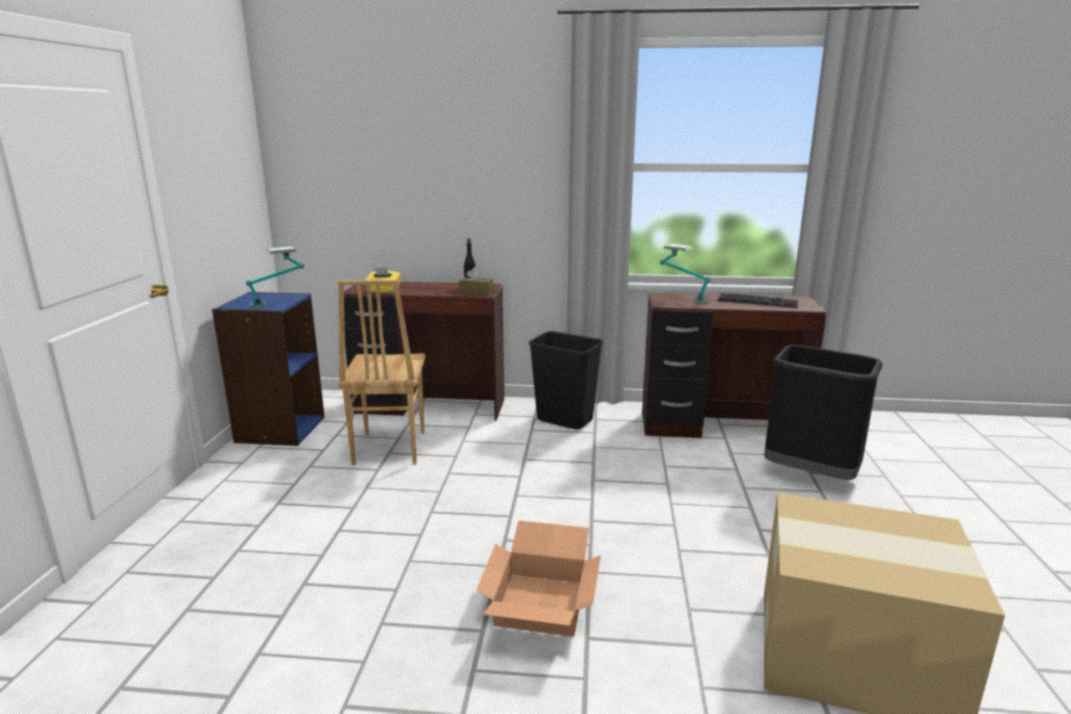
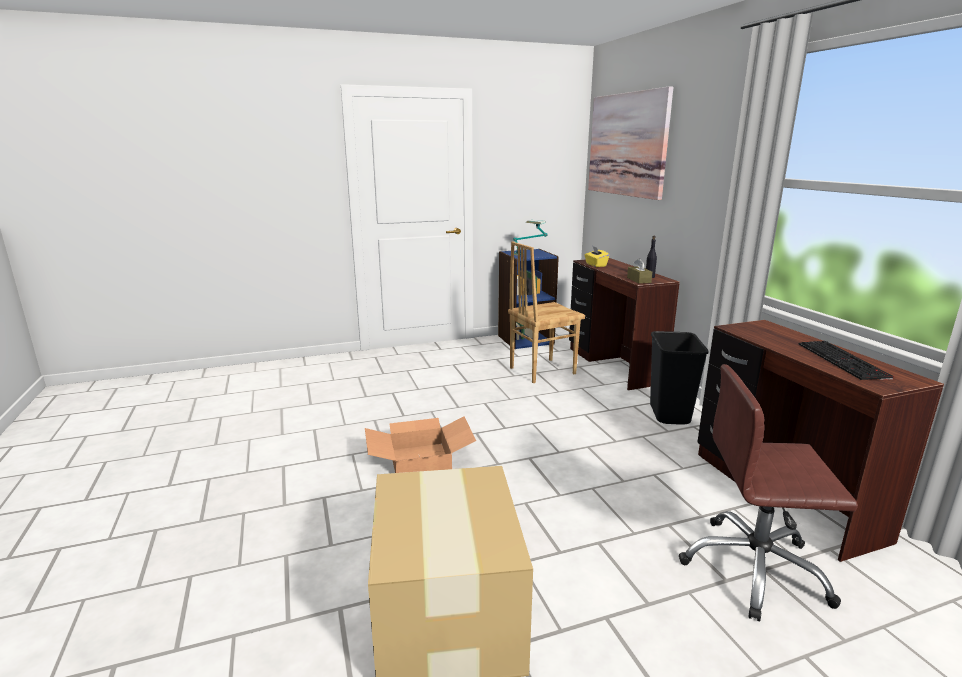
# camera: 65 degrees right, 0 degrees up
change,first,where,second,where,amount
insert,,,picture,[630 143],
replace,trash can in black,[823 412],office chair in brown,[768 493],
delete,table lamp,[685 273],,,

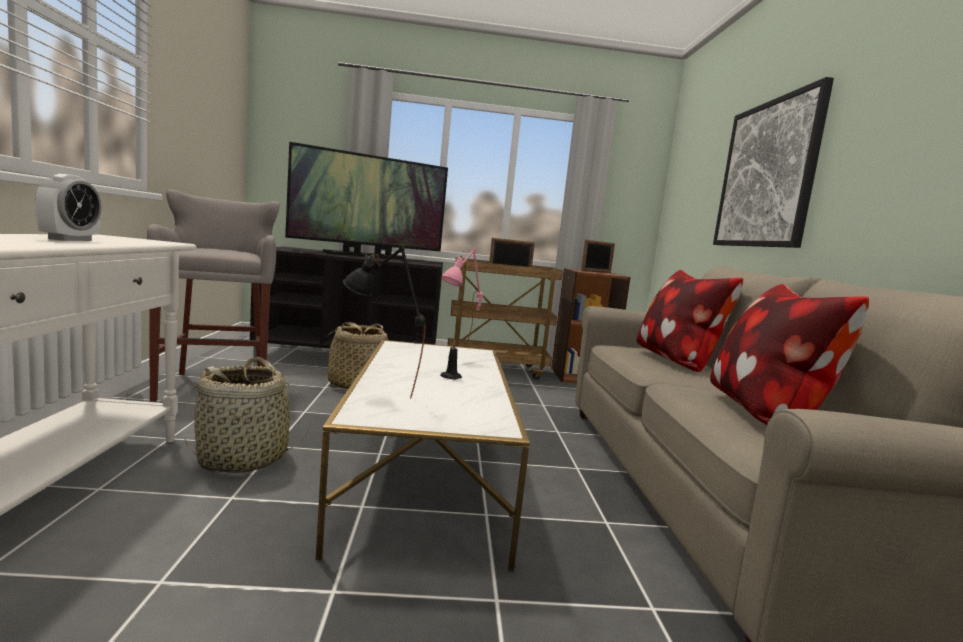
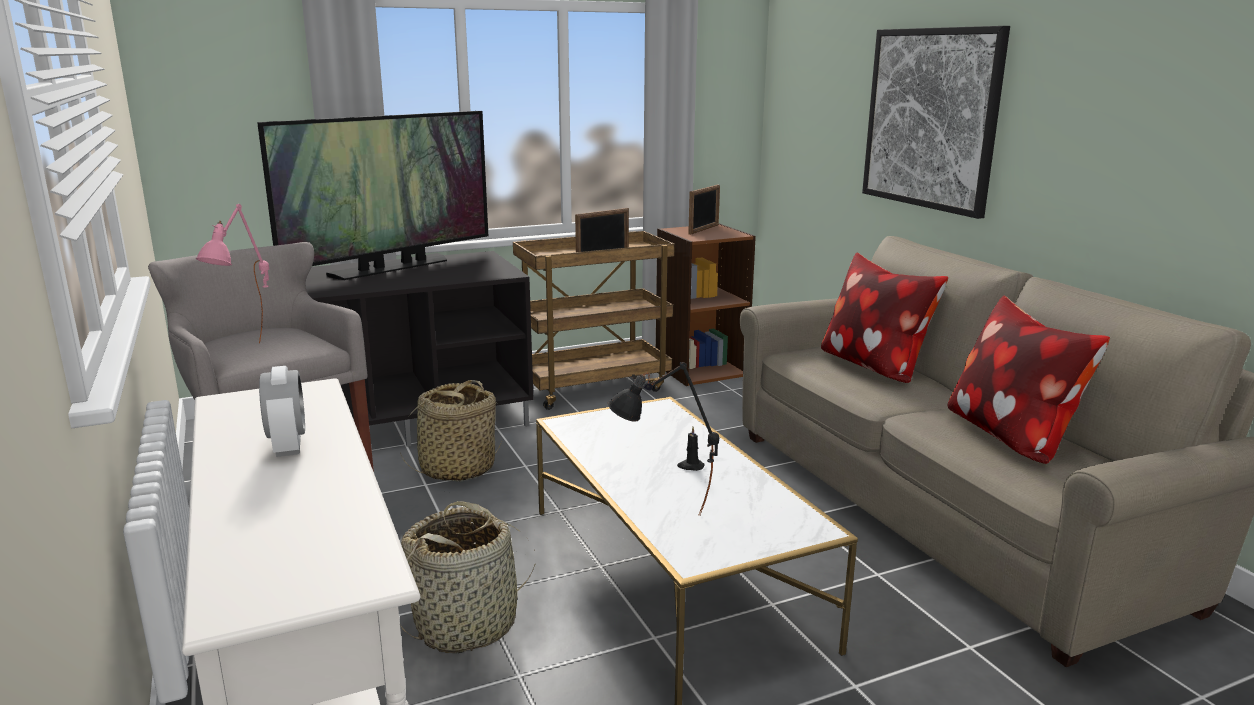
# camera: 20 degrees left, 10 degrees up
change,first,where,second,where,amount
move,table lamp in pink,[462 298],,[232 273],

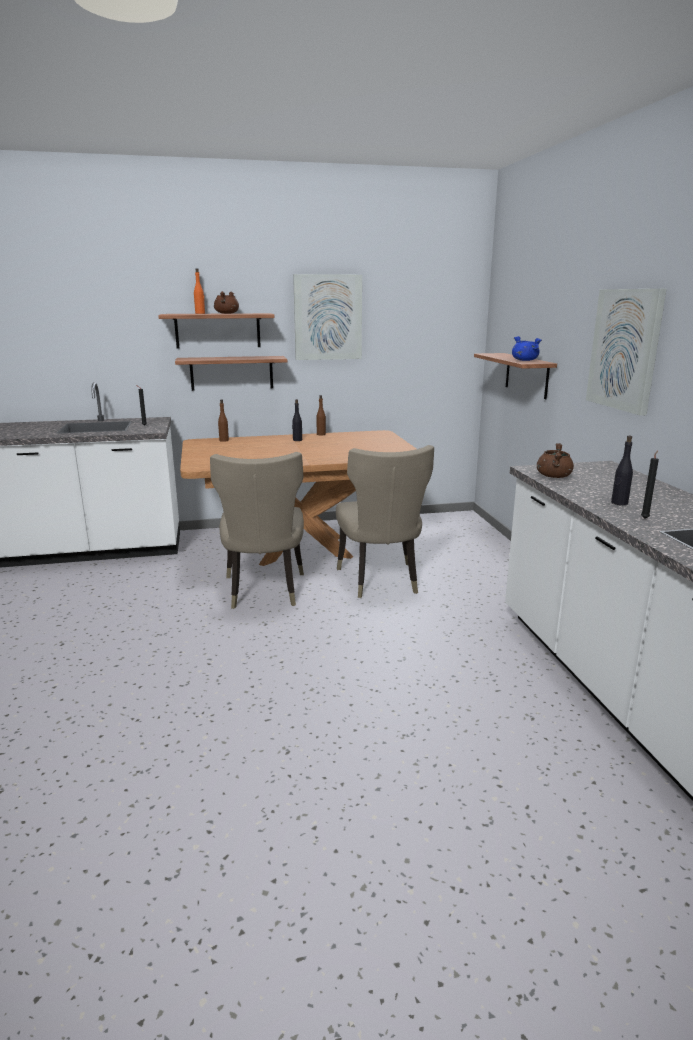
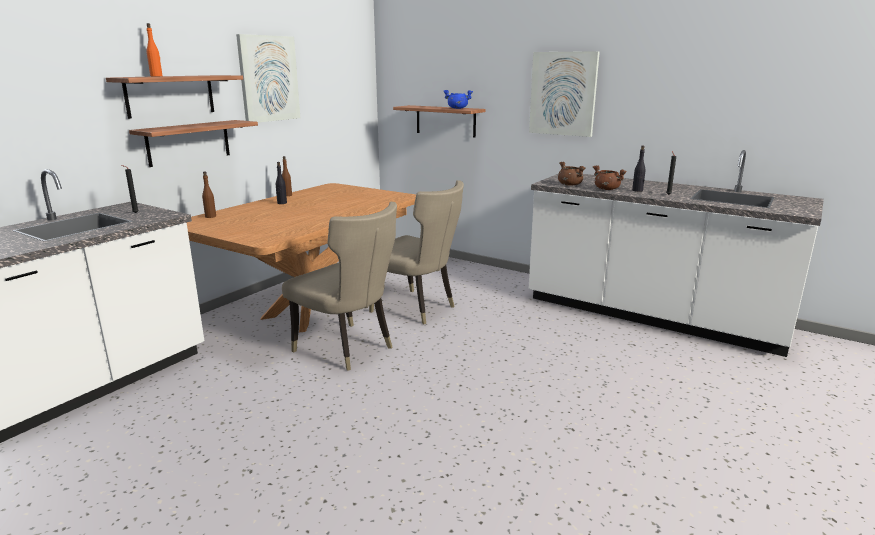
# camera: 45 degrees left, 0 degrees up
change,first,where,second,where,amount
move,cooking pot in brown,[226 302],,[610 177],

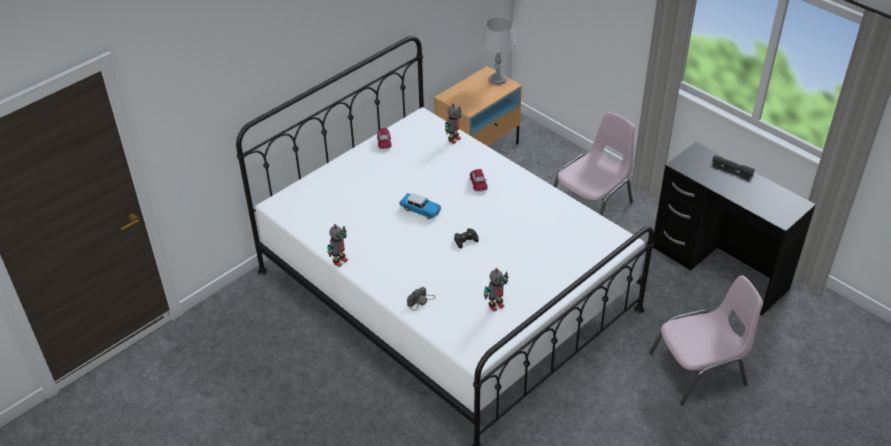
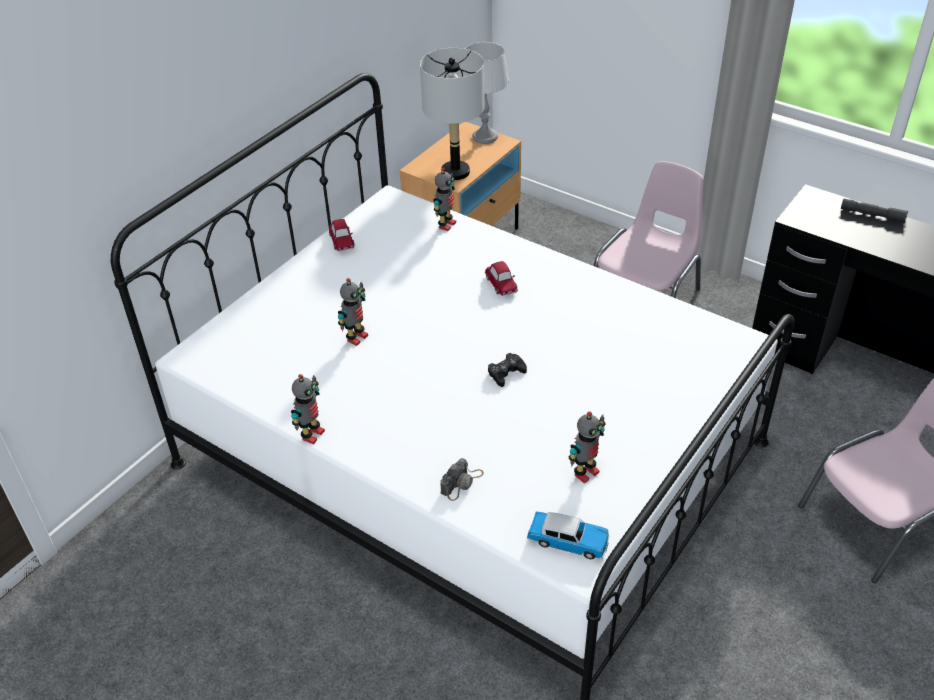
# camera: 10 degrees left, 0 degrees up
change,first,where,second,where,amount
insert,,,toy robot,[353 312],
insert,,,table lamp in grey,[452 114],
move,toy car,[420 206],,[568 535],

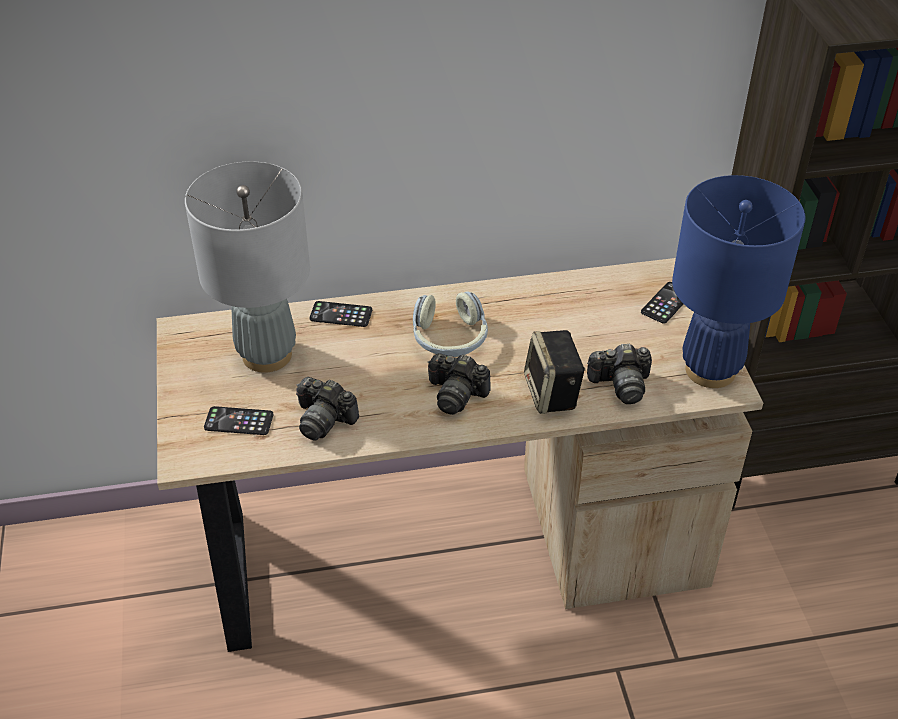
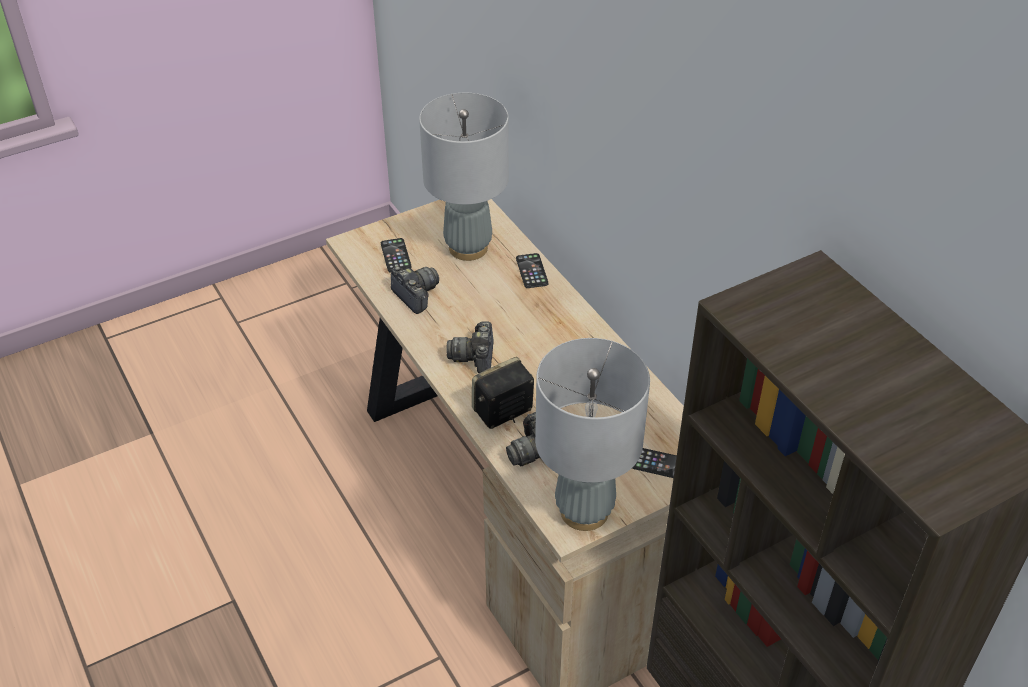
# camera: 70 degrees right, 0 degrees up
change,first,where,second,where,amount
rotate,photo camera,[327 408],,[415 290],135 degrees clockwise
recolor,table lamp in blue,[739 281],table lamp in grey,[592 434],
delete,headphones,[450 324],,,

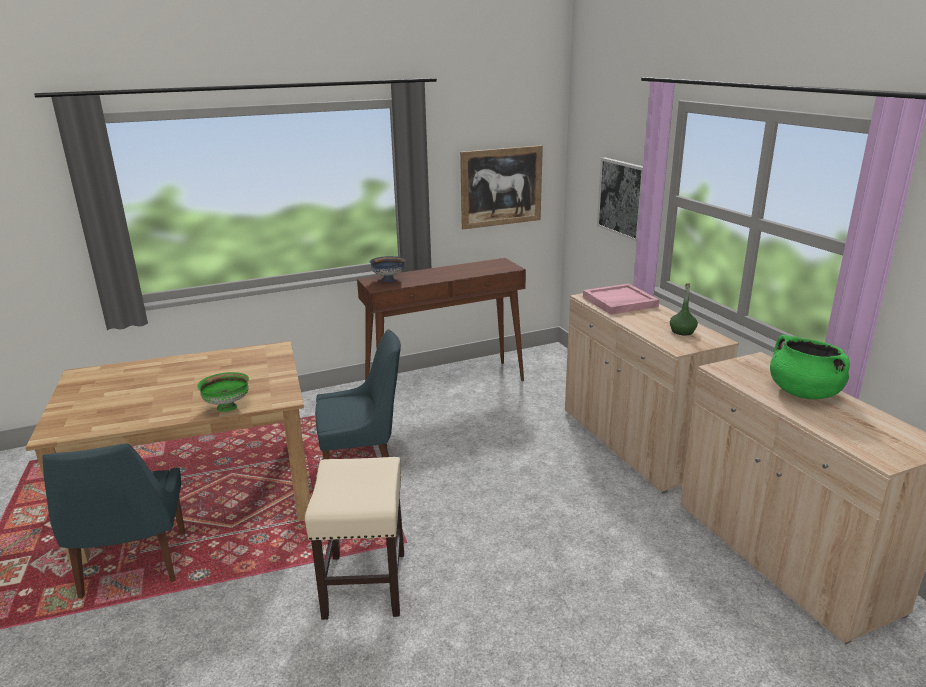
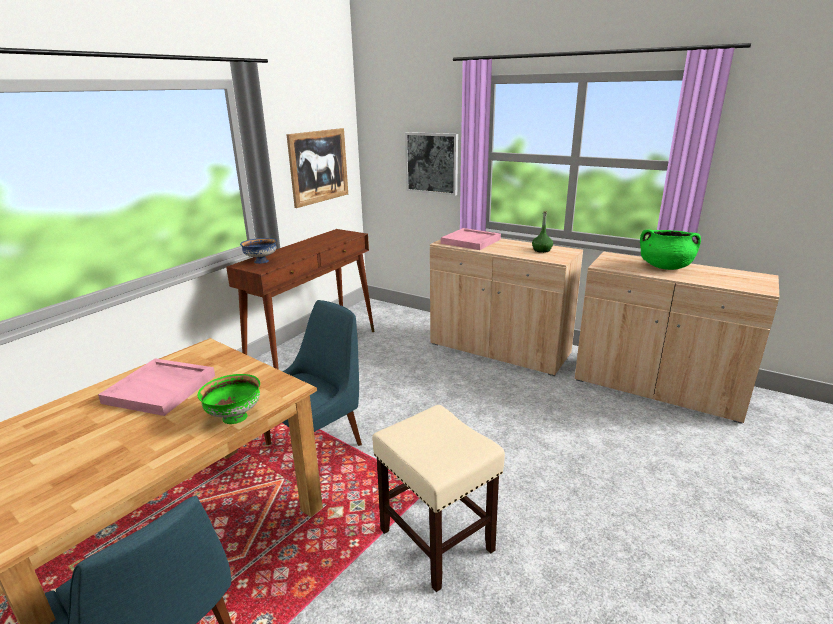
# camera: 35 degrees left, 0 degrees up
change,first,where,second,where,amount
insert,,,tray in pink,[156 387],

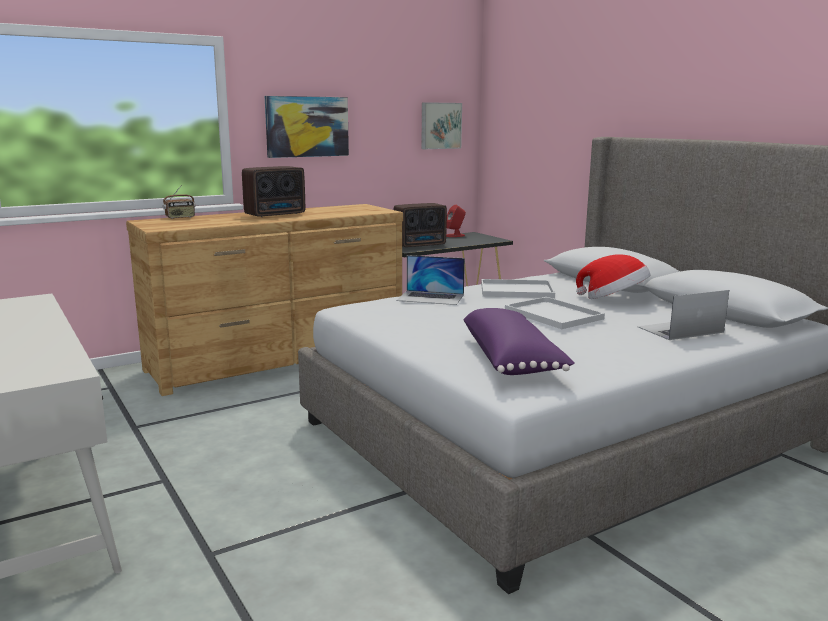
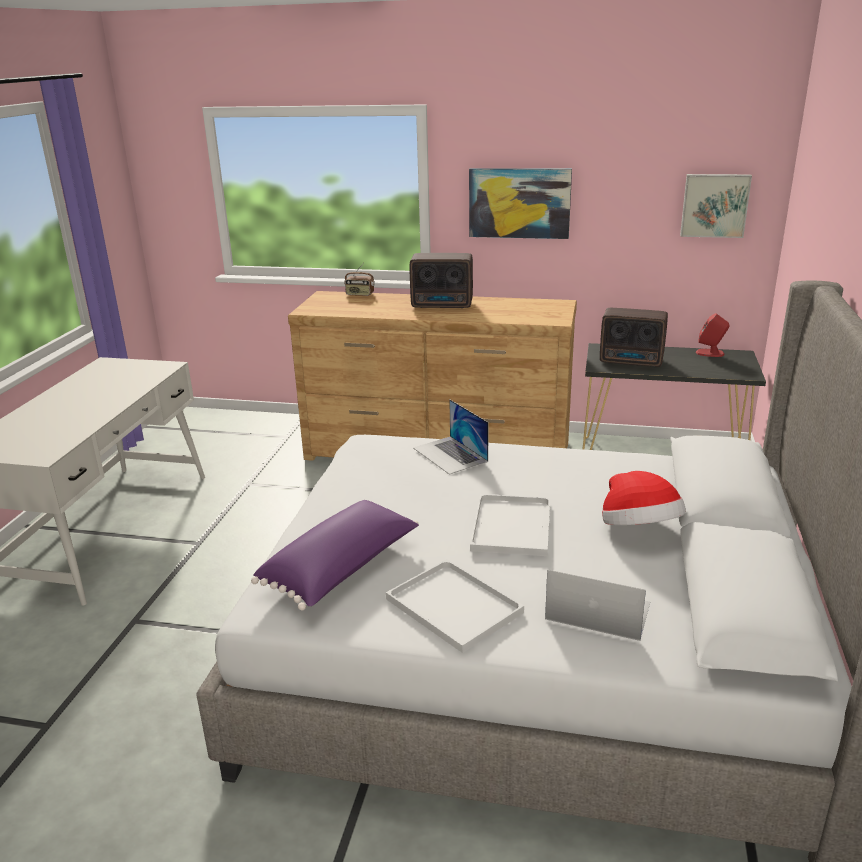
# camera: 45 degrees right, 10 degrees up
change,first,where,second,where,amount
move,tray in white,[518 288],,[455 606],

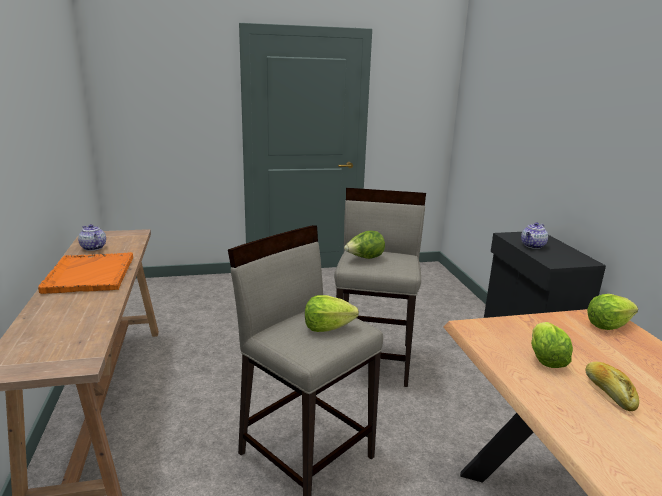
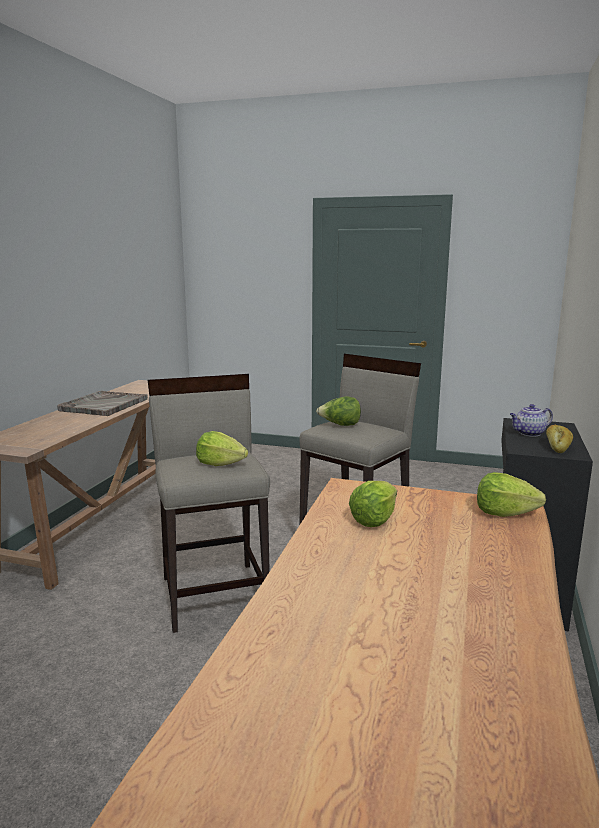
# camera: 30 degrees right, 5 degrees down
change,first,where,second,where,amount
recolor,tray in orange,[85 273],tray in grey,[102 403],
move,bread,[612 386],,[559 439],
delete,teapot,[92 237],,,

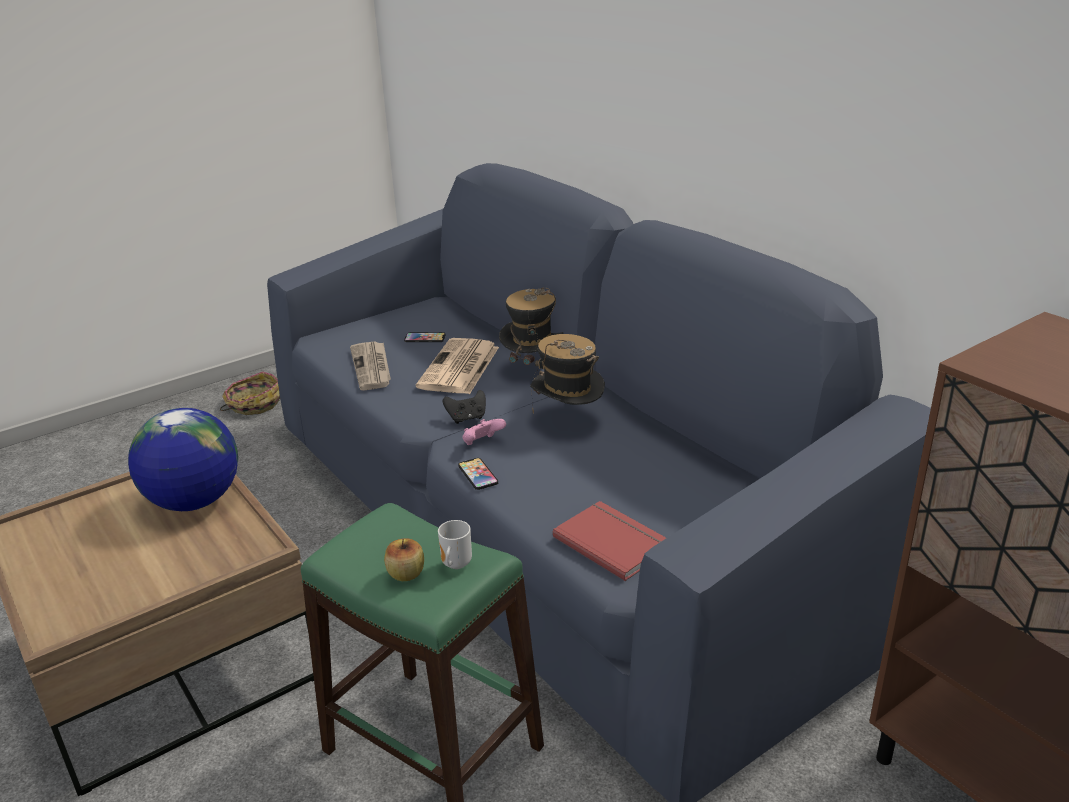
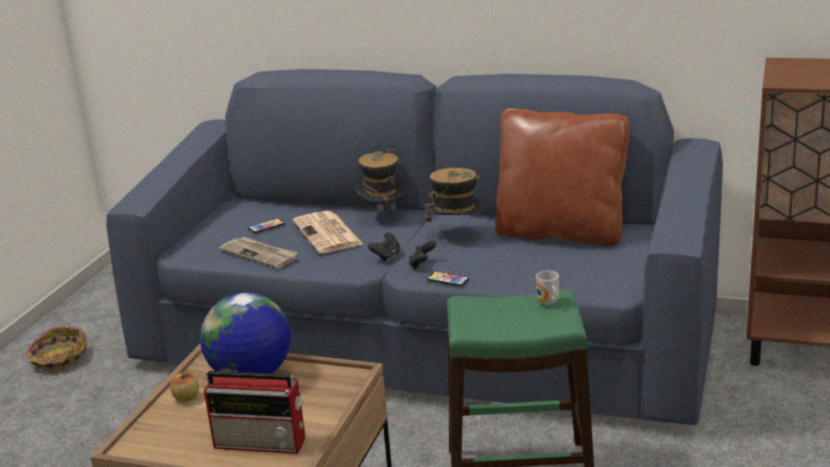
# camera: 35 degrees left, 5 degrees down
change,first,where,second,where,amount
move,apple,[404 559],,[184 386],
insert,,,radio,[254 412],
recolor,game controller in pink,[484 432],game controller in black,[422 255],
insert,,,pillow in brown,[562 177],
delete,book in red,[609 541],,,

